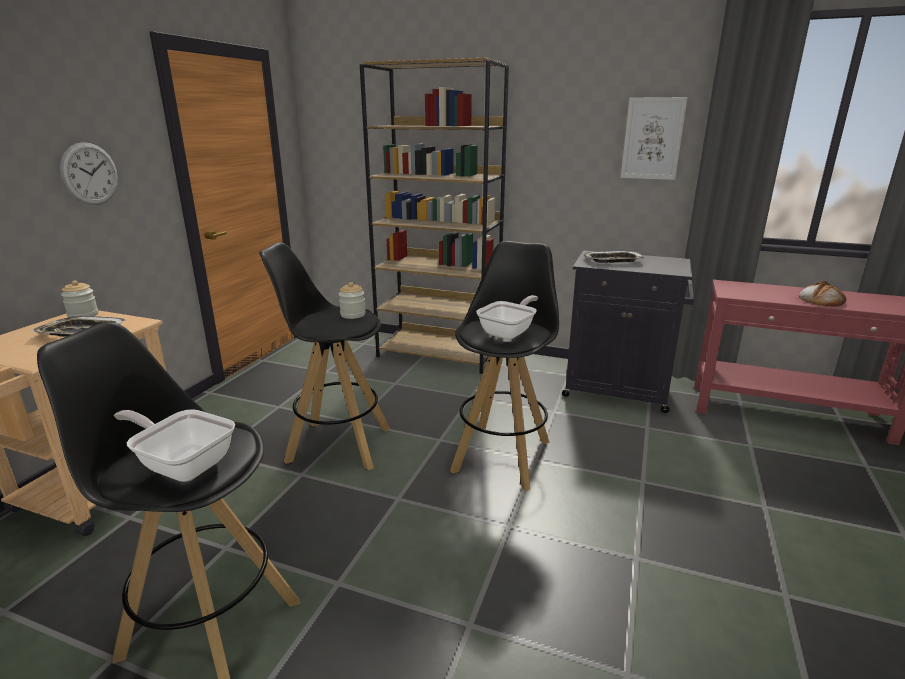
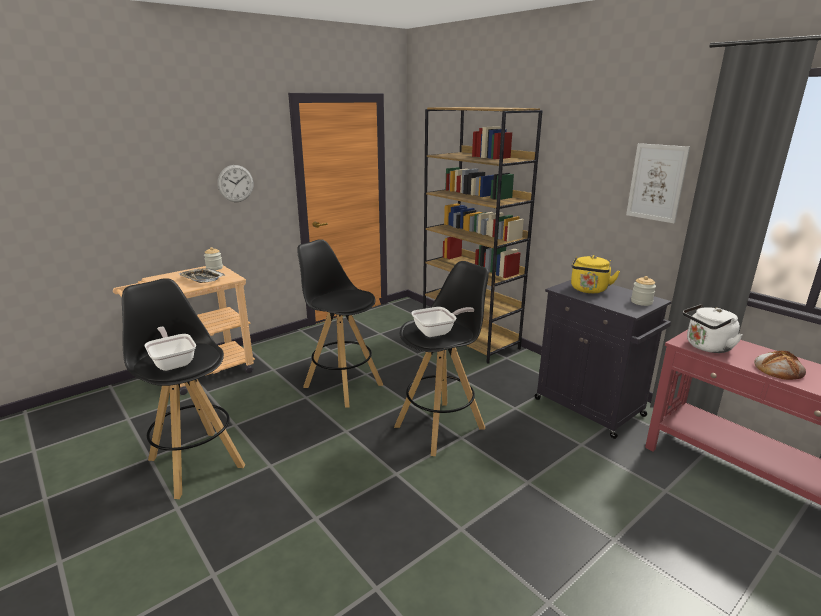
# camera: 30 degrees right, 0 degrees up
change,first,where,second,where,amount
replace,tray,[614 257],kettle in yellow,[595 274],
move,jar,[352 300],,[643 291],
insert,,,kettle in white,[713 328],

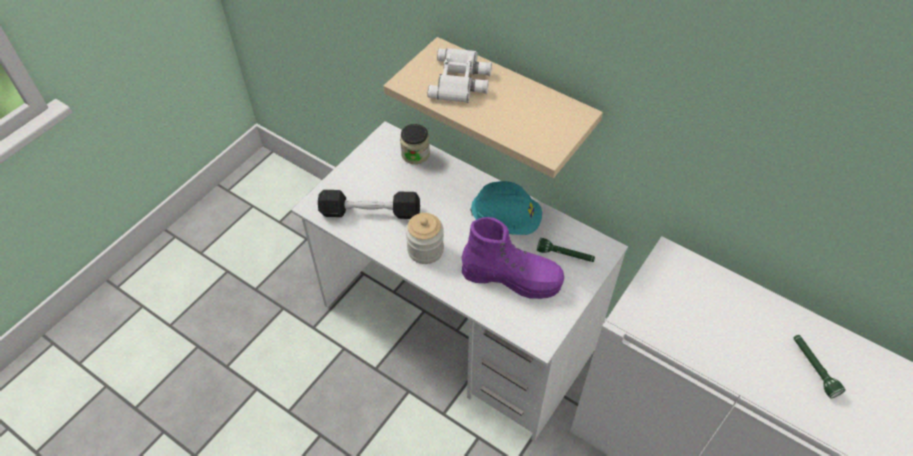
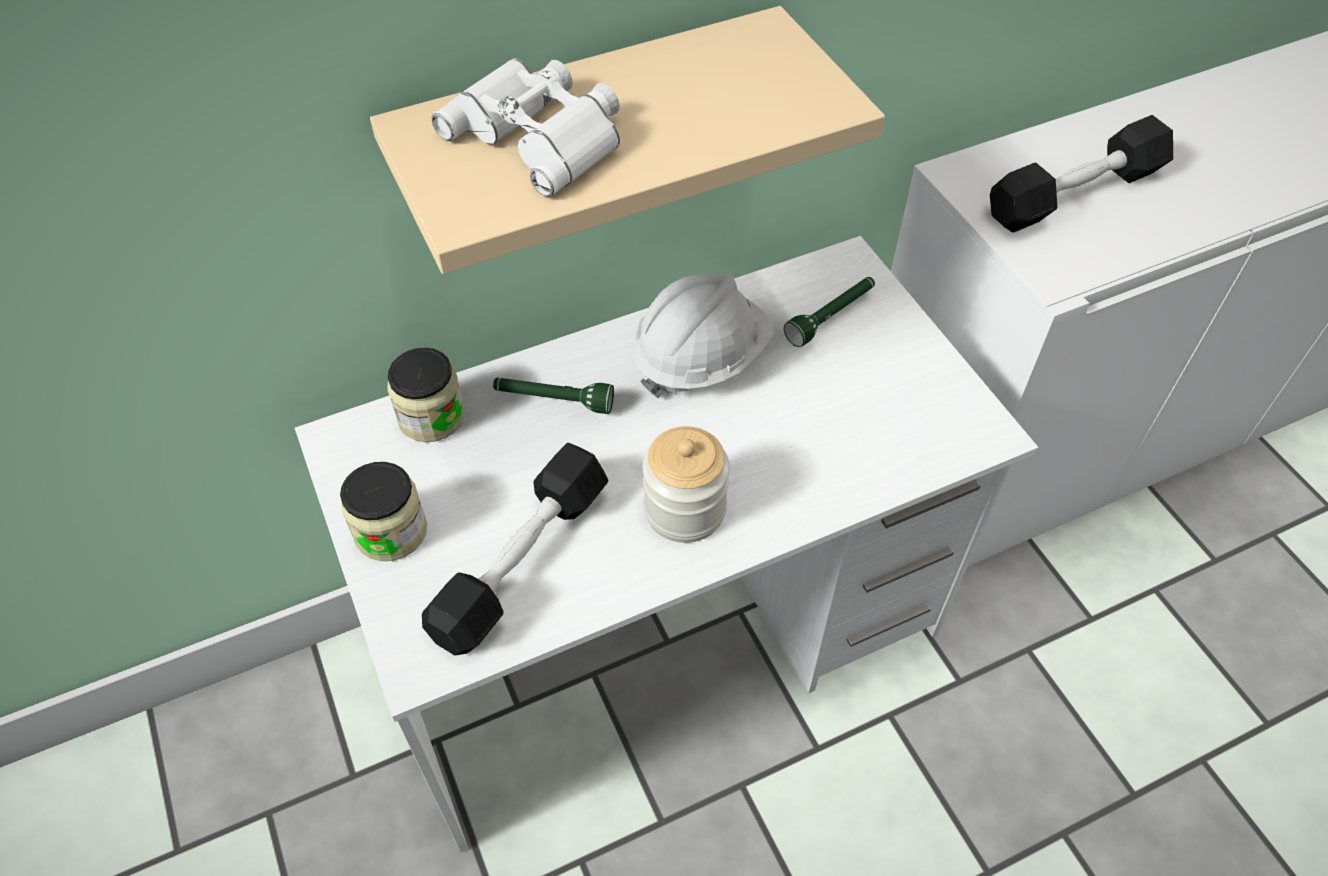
# camera: 60 degrees left, 0 degrees up
change,first,where,second,where,amount
insert,,,jar,[383 511],
move,flashlight in green,[820 367],,[553 396],
recolor,hard hat in turquoise,[506 208],hard hat in white,[703 335],
insert,,,dumbbell in black,[1081 173],
delete,boot in purple,[512 258],,,

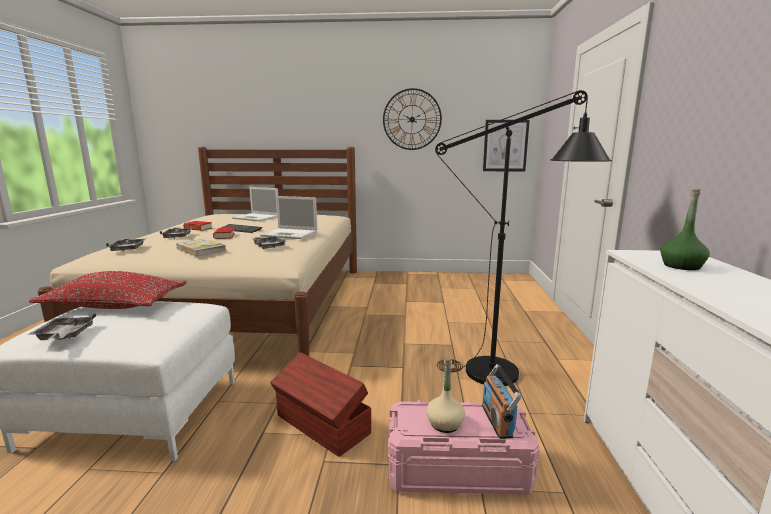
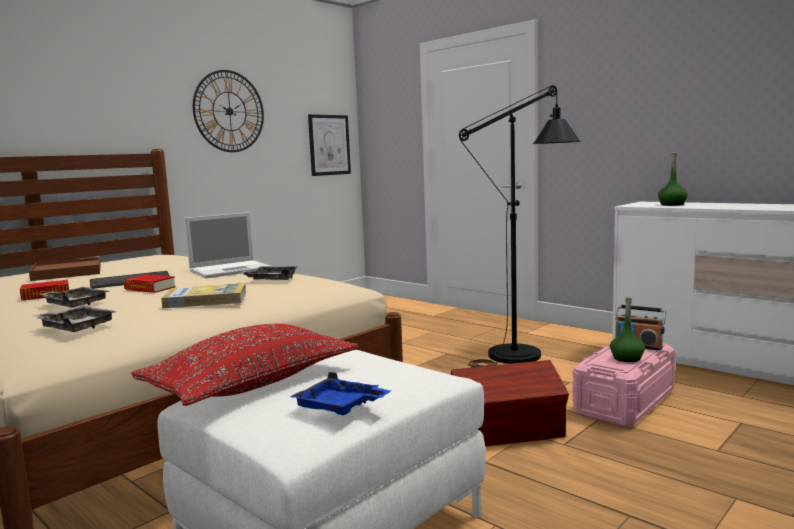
# camera: 50 degrees left, 5 degrees down
change,first,where,second,where,amount
replace,laptop,[255 204],tray in brown,[65 269],
recolor,tray in grey,[62 326],tray in blue,[340 393],
recolor,bottle in beige,[446 395],bottle in green,[627 329],

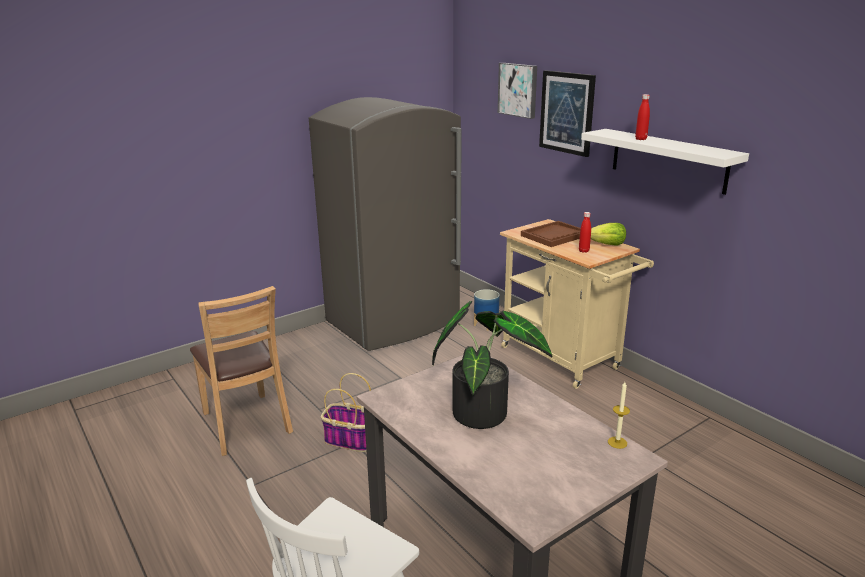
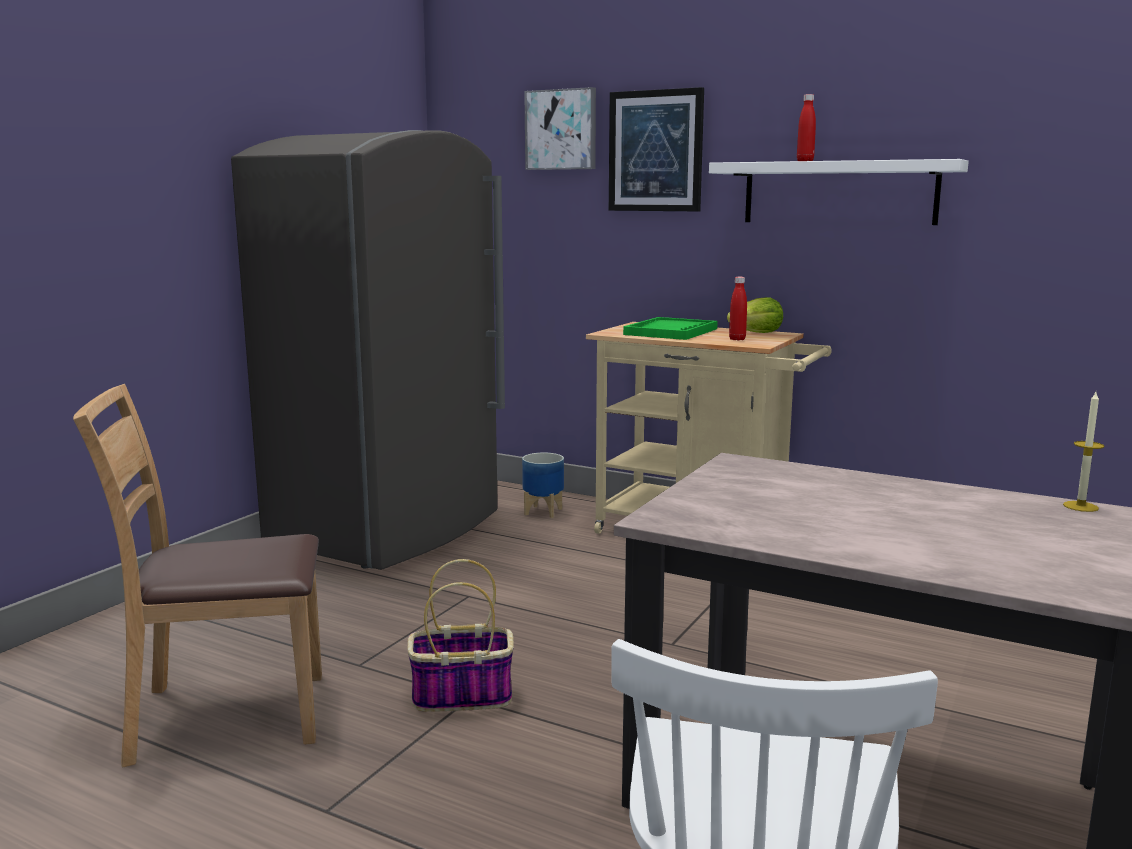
# camera: 25 degrees left, 10 degrees down
change,first,where,second,where,amount
rotate,chair in brown,[241 371],,[197 575],135 degrees clockwise
recolor,tray in brown,[551 234],tray in green,[670 328],
delete,potted plant,[492 365],,,

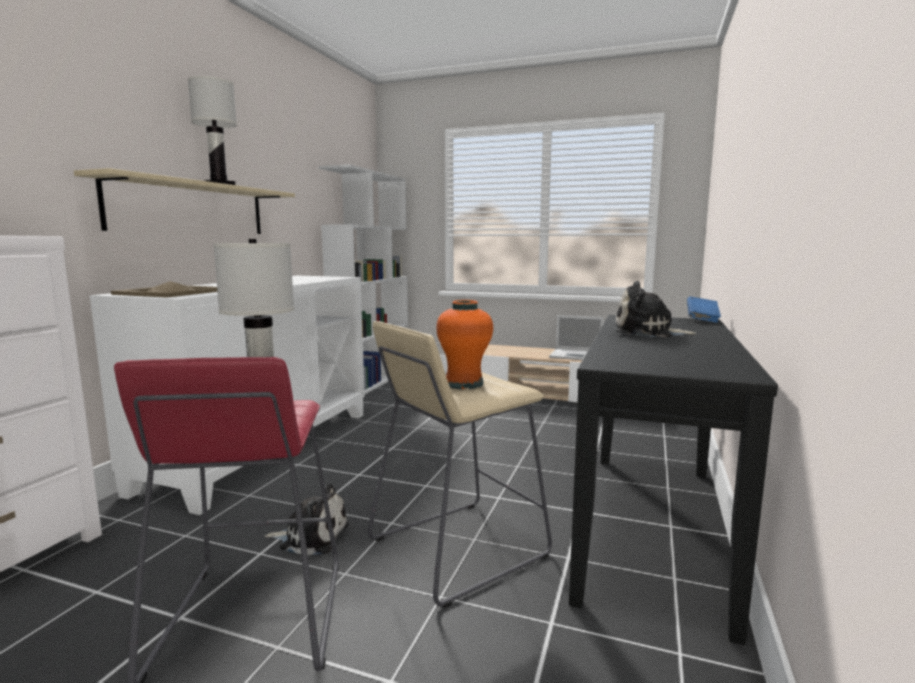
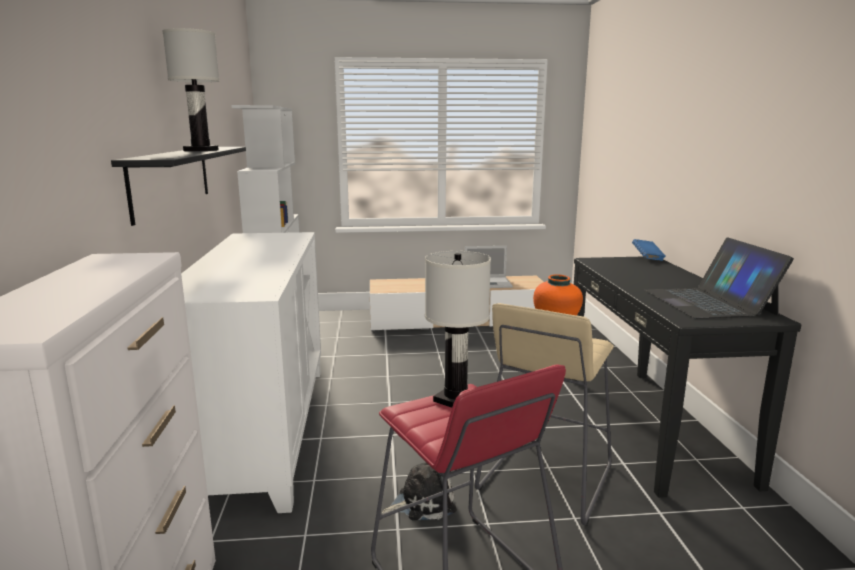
# camera: 25 degrees left, 5 degrees up
change,first,where,second,where,amount
recolor,shelf in beige,[184 201],shelf in black,[178 186],
insert,,,laptop,[719 278],
delete,tray in beige,[164 289],,,
delete,plush toy,[656 309],,,

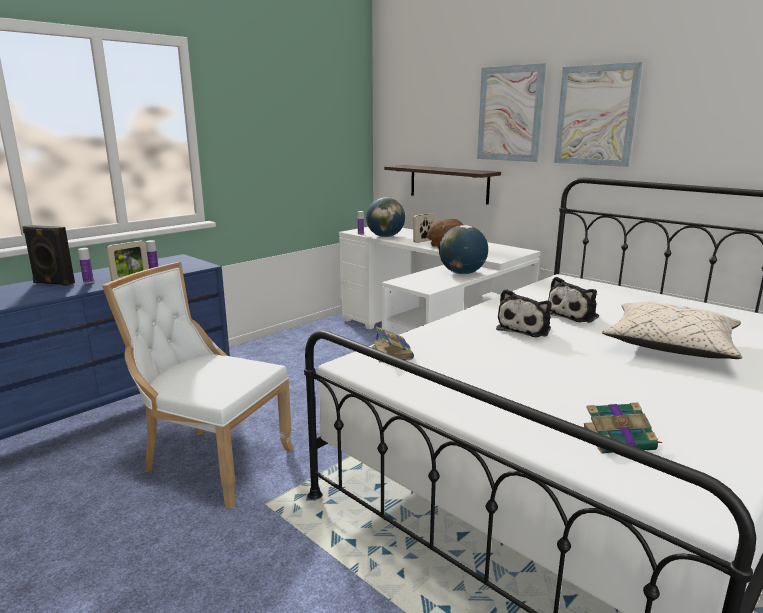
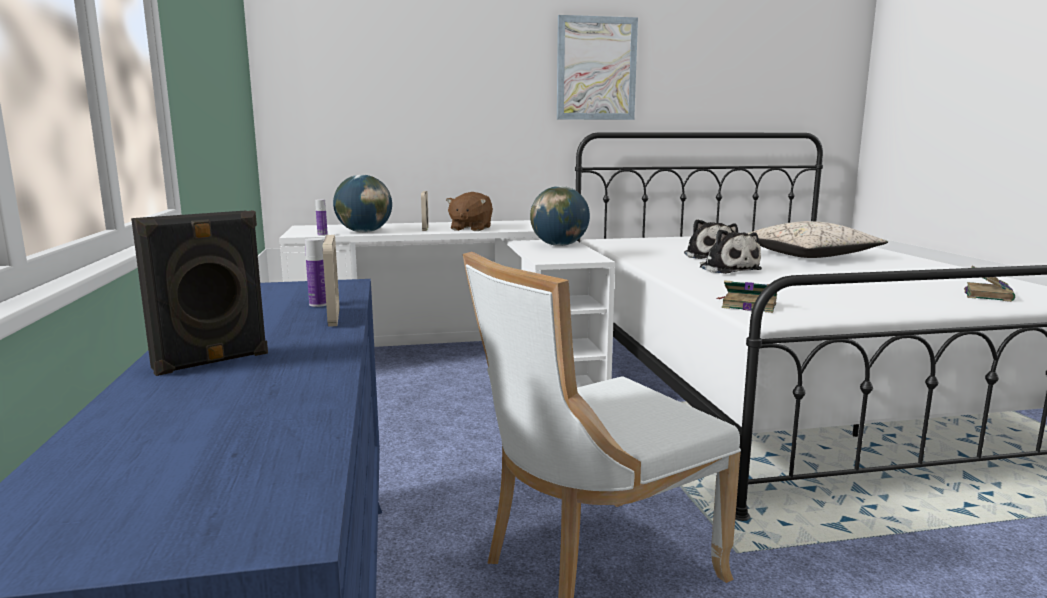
# camera: 55 degrees left, 5 degrees down
change,first,where,second,where,amount
delete,bottle,[86 266],,,
delete,shelf,[442 185],,,
delete,picture,[511 112],,,

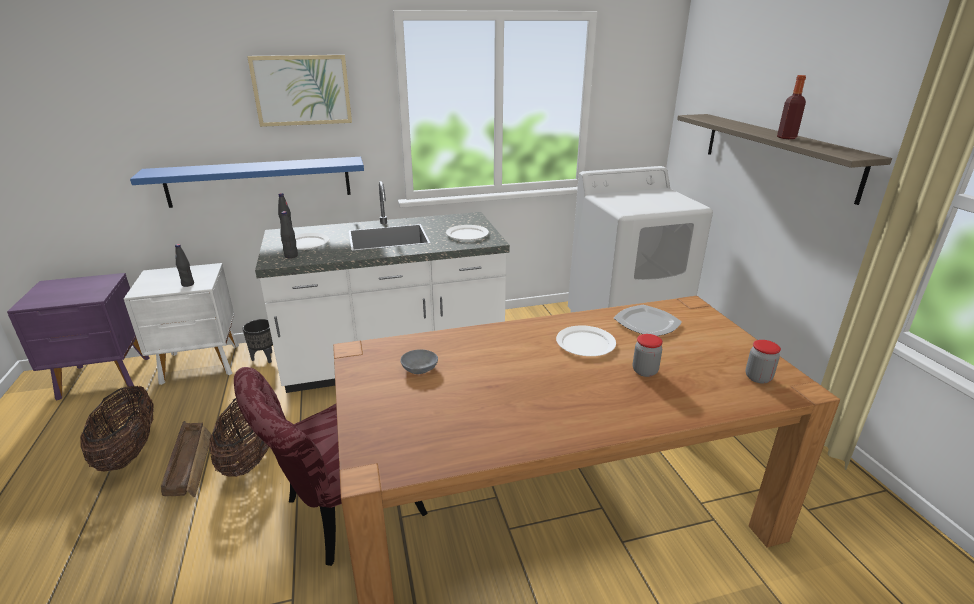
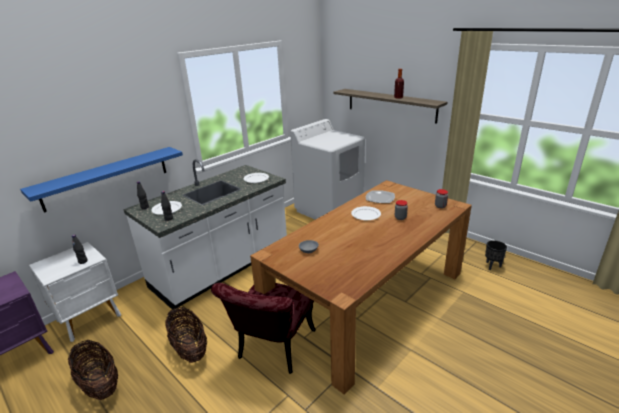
# camera: 30 degrees left, 0 degrees up
change,first,where,second,where,amount
move,planter in black,[257 341],,[496 255],
delete,crate,[186 459],,,
delete,picture,[299 91],,,

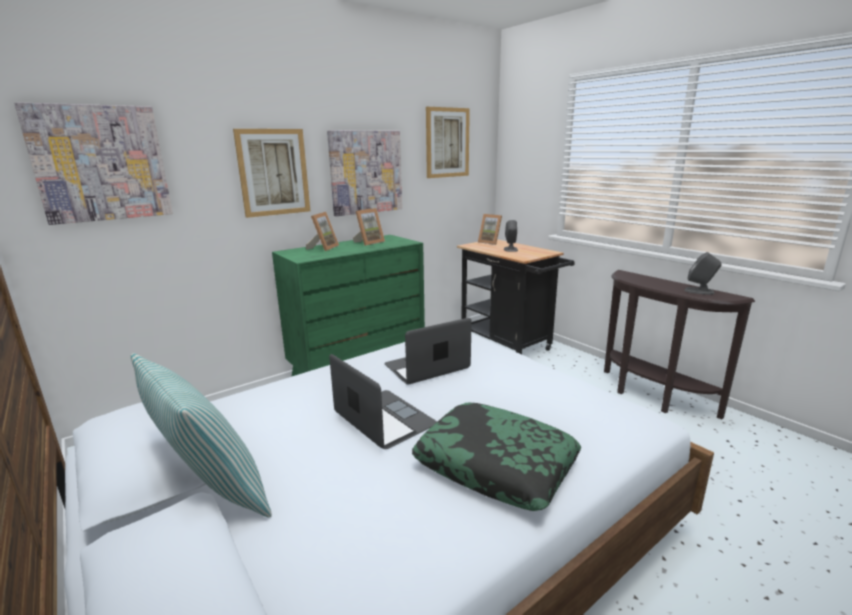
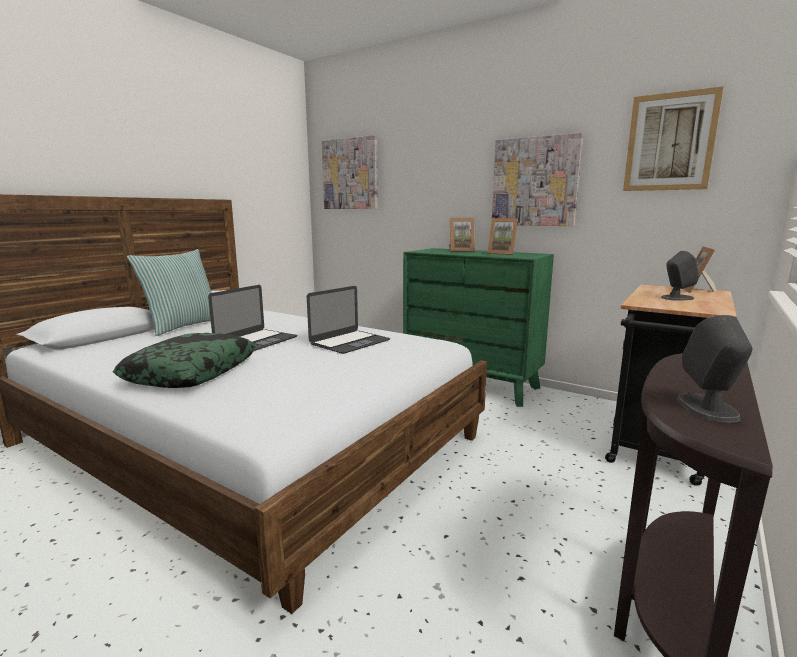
# camera: 70 degrees right, 5 degrees down
change,first,where,second,where,amount
rotate,laptop,[428 351],,[348 320],90 degrees clockwise
delete,picture,[271 173],,,

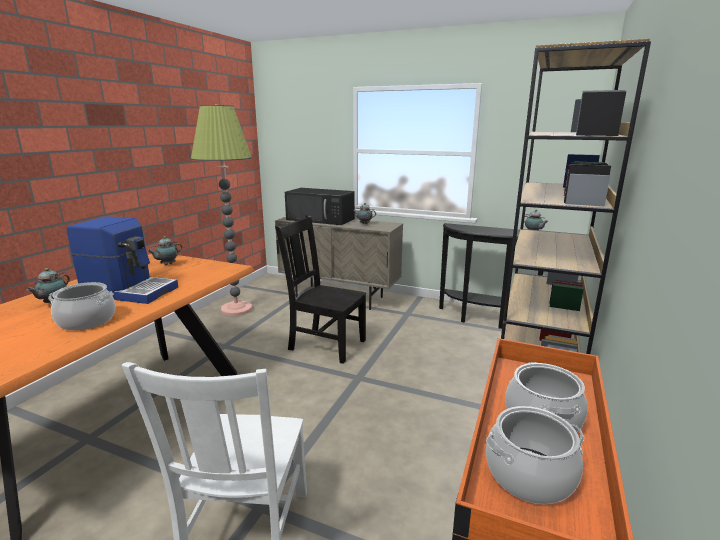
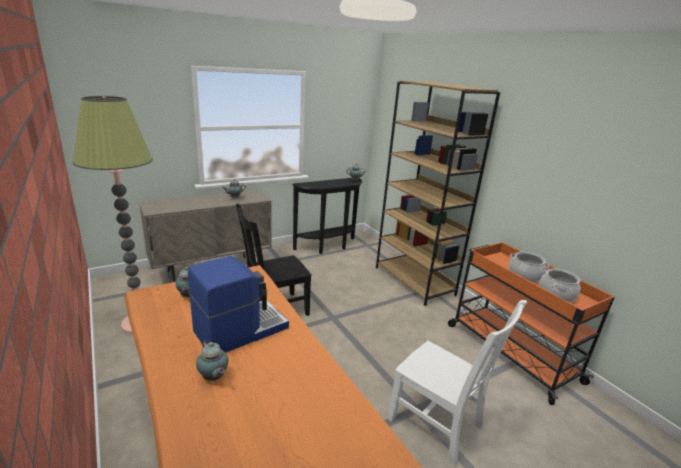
# camera: 55 degrees left, 5 degrees up
change,first,where,second,where,amount
delete,cooking pot,[81 306],,,
delete,microwave in black,[320 206],,,

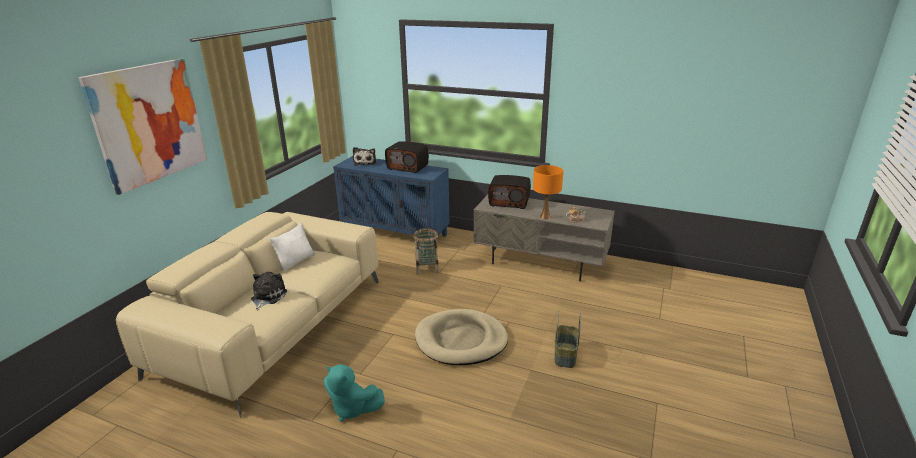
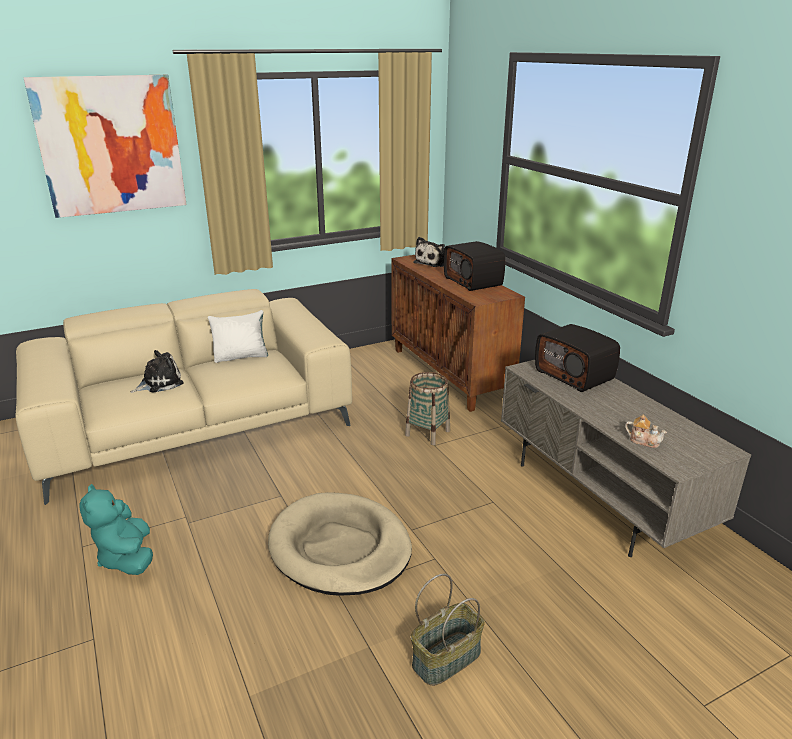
# camera: 40 degrees right, 0 degrees up
change,first,where,second,where,amount
recolor,cabinet in blue,[391 196],cabinet in brown,[458 333],
delete,table lamp in orange,[548 192],,,

